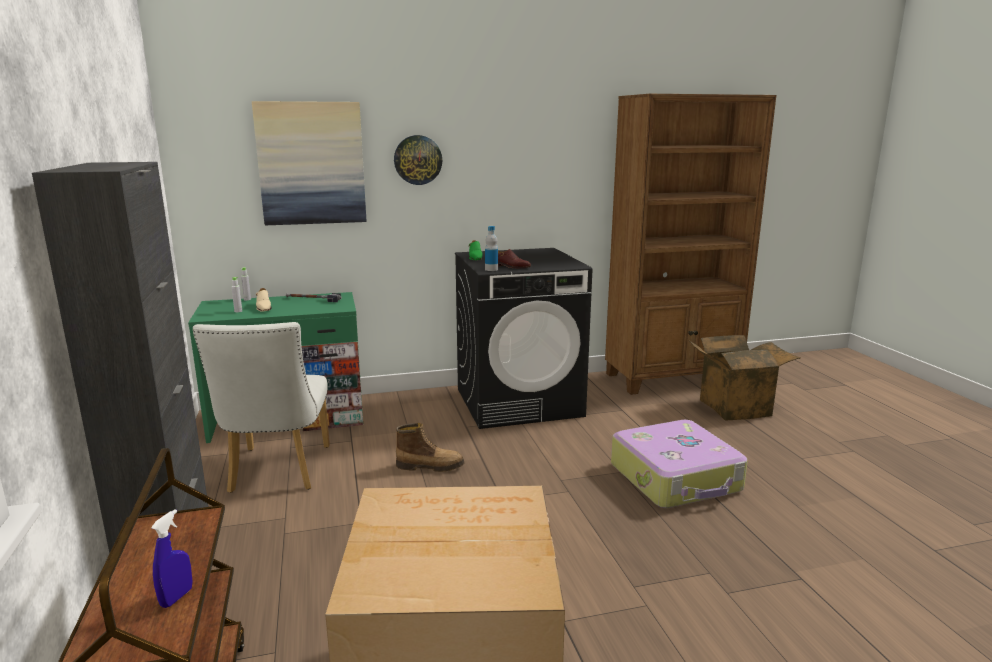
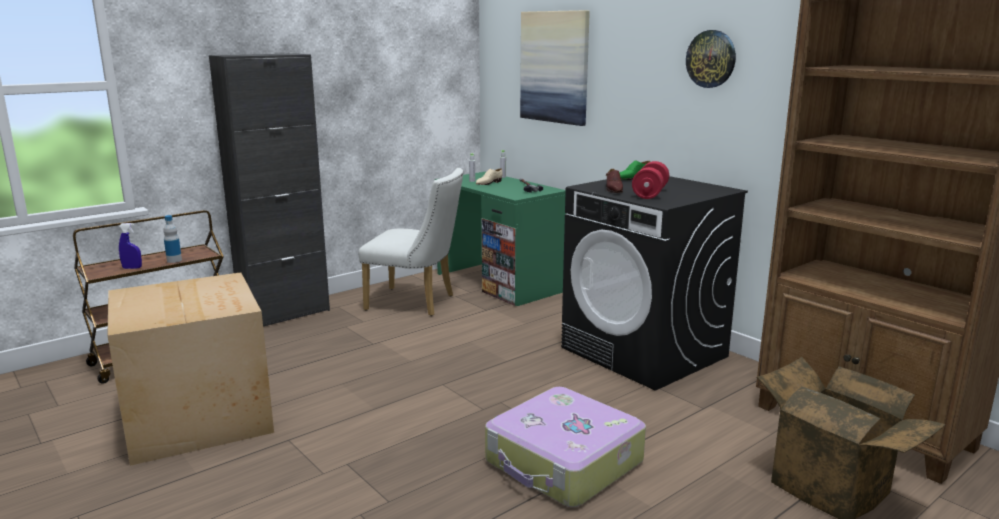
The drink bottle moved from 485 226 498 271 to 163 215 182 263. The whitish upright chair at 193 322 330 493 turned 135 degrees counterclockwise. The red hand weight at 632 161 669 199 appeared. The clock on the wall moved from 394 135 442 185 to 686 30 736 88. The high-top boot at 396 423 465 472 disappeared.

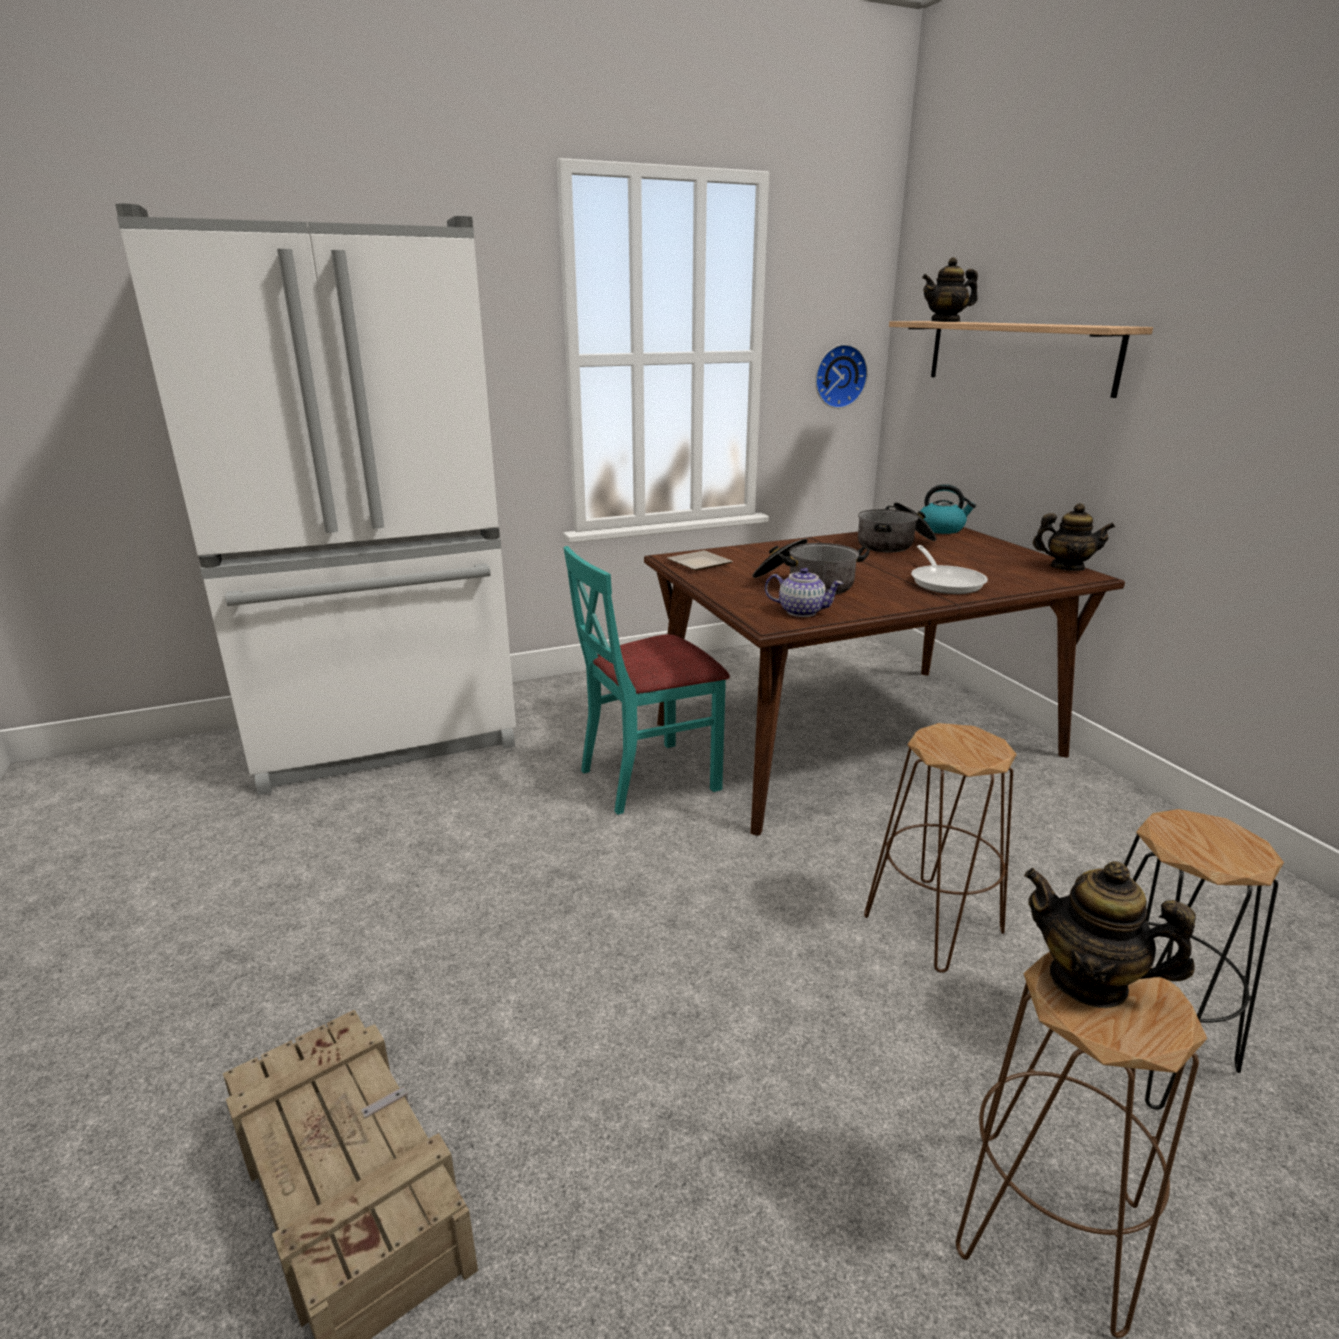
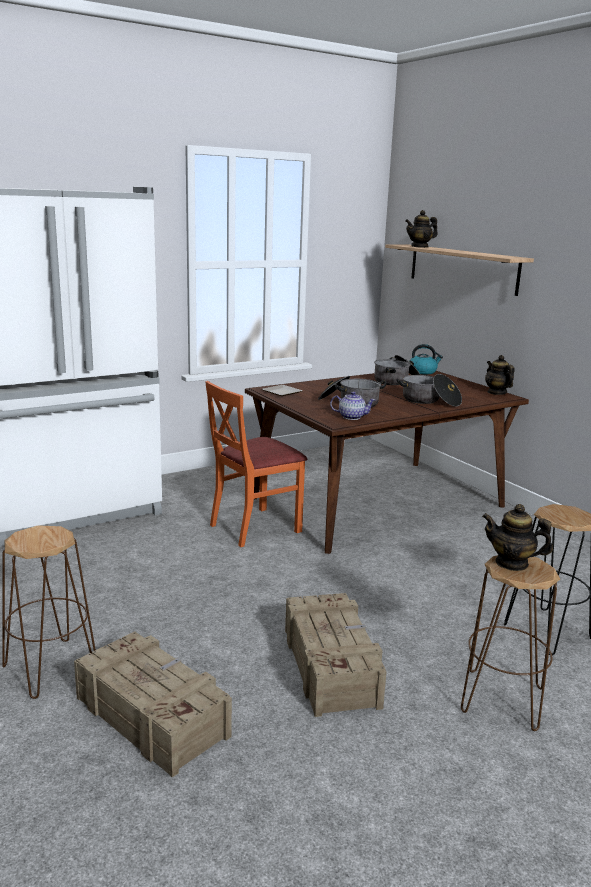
The brown-coloured sitting stool moved from 864 723 1017 973 to 2 525 96 699. The turquoise upright chair at 563 546 730 815 became the orange upright chair at 205 381 308 547. The crate at 285 593 386 717 appeared. The frying pan at 911 545 988 594 was replaced by the cooking pot at 397 374 462 407. The pot for tea at 1033 503 1115 571 turned 120 degrees counterclockwise. The clock on the wall at 815 344 868 409 disappeared.

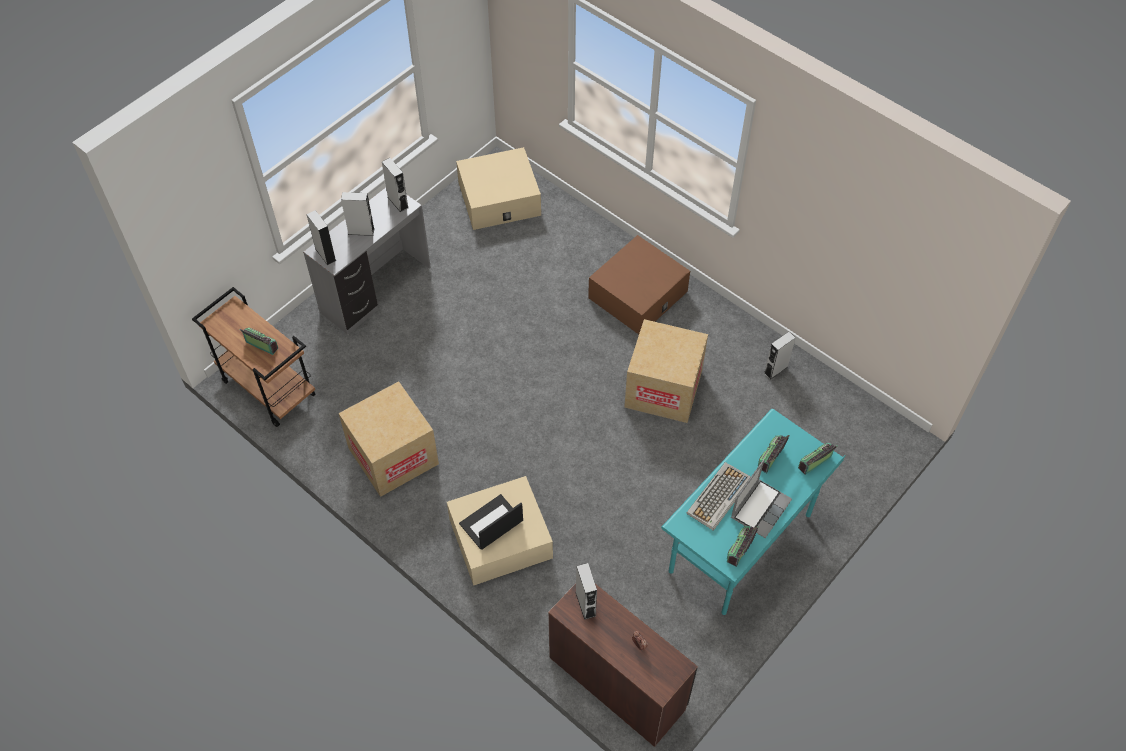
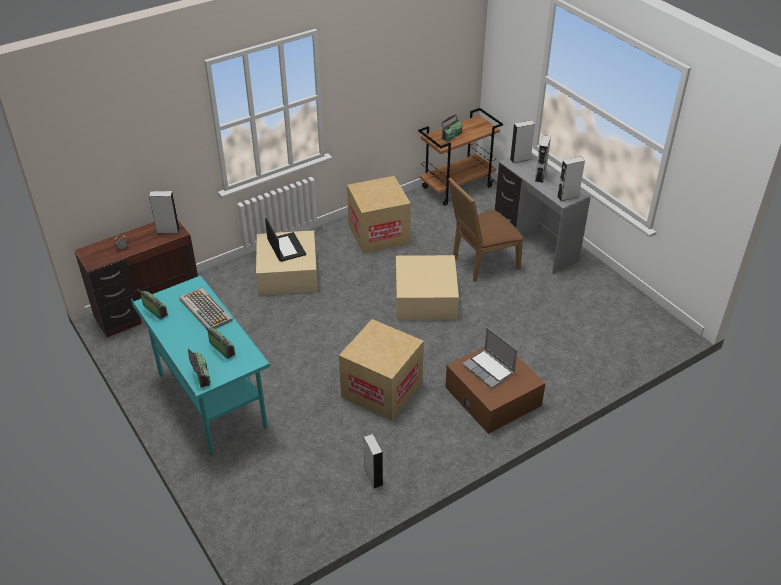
The beige-coloured storage box moved from 456 147 541 230 to 396 255 459 320. The brown-coloured upright chair at 448 178 523 282 appeared. The notebook computer moved from 731 460 792 538 to 462 327 517 389.

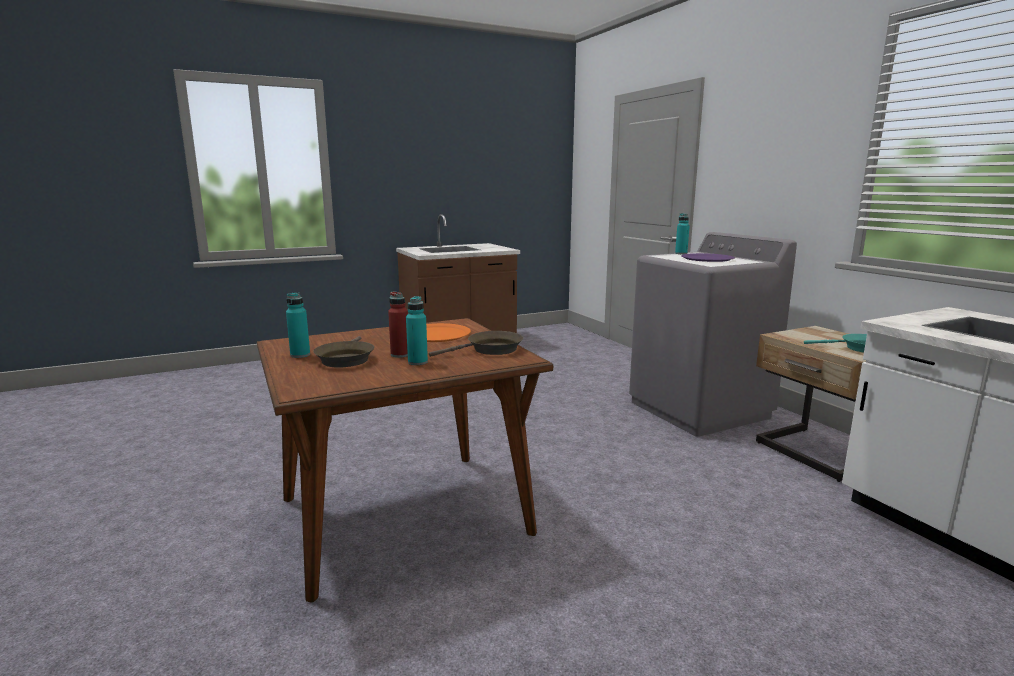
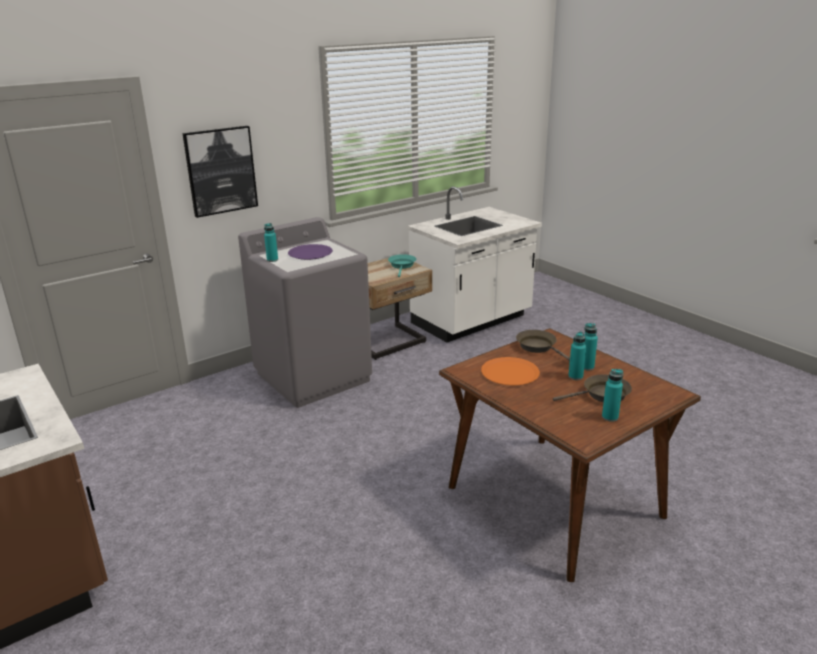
The wall picture at 182 126 258 218 appeared. The red drink bottle at 388 292 408 358 became the turquoise drink bottle at 568 332 586 380.

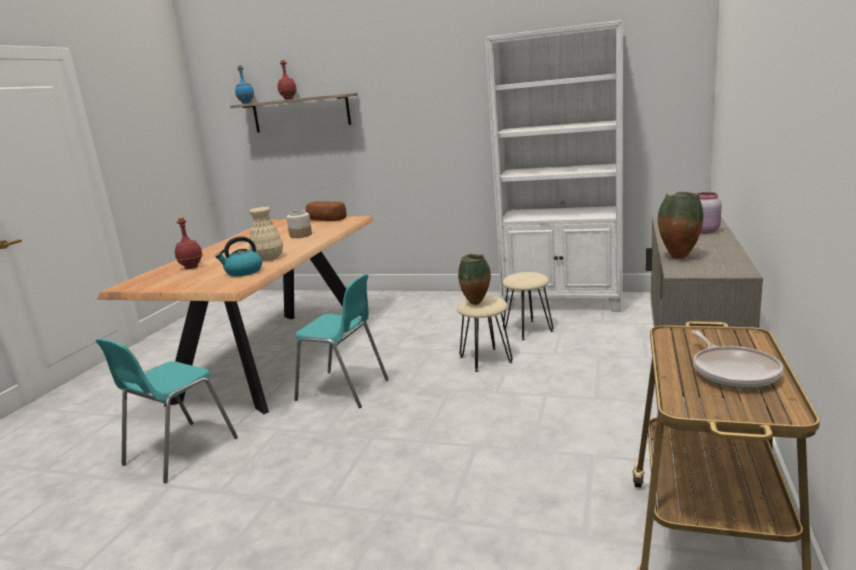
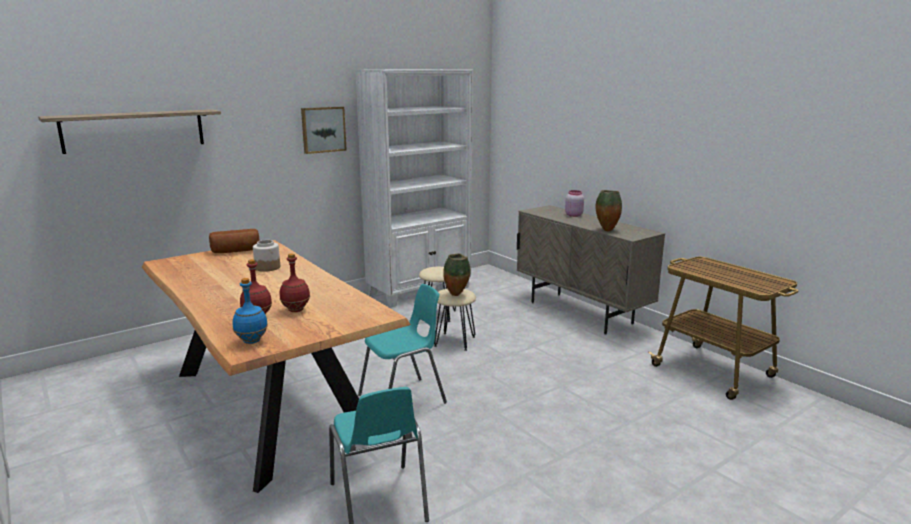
The bluish drink bottle moved from 235 65 254 104 to 232 278 268 344. The red drink bottle moved from 278 60 297 100 to 280 253 310 312. The wall picture at 301 107 347 154 appeared. The kettle at 215 236 262 276 disappeared. The beige-coloured decorative vase at 249 207 283 261 disappeared. The frying pan at 692 330 783 388 disappeared.

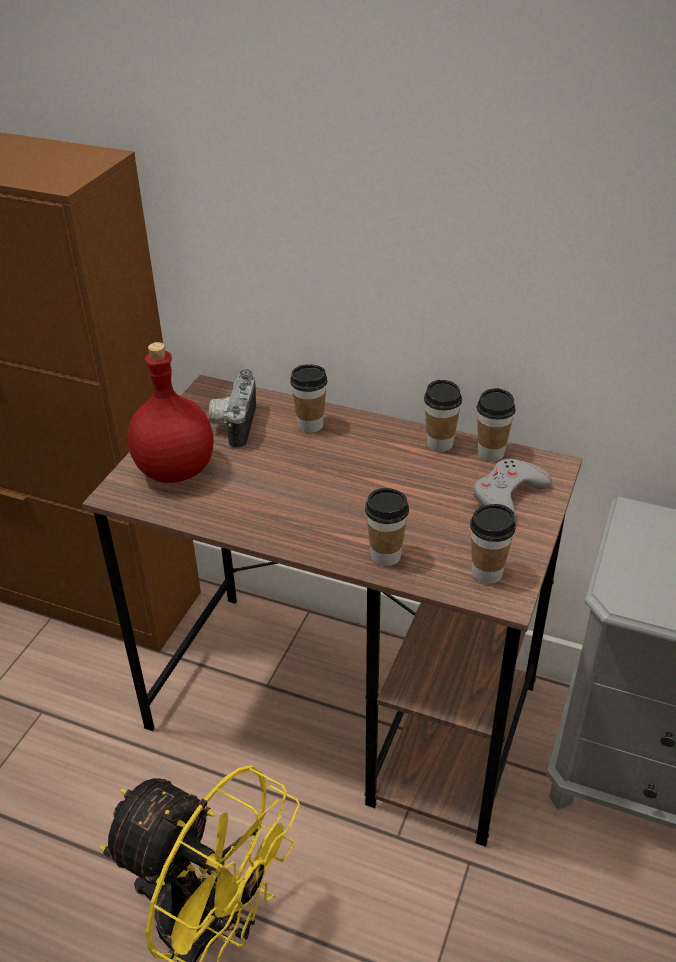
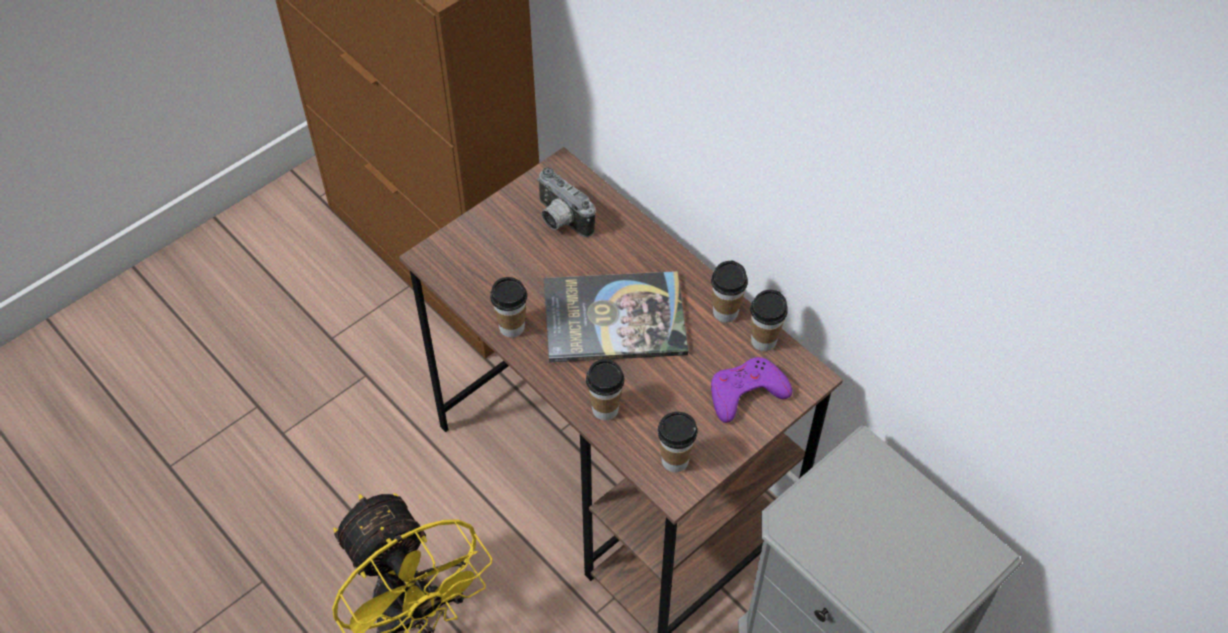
The cup moved from 290 364 327 433 to 490 277 527 338. The photo camera at 209 369 256 449 turned 75 degrees counterclockwise. The volume at 544 271 688 363 appeared. The gray game controller at 473 459 552 518 became the purple-coloured game controller at 711 357 792 423. The red drink bottle at 127 342 214 483 disappeared.

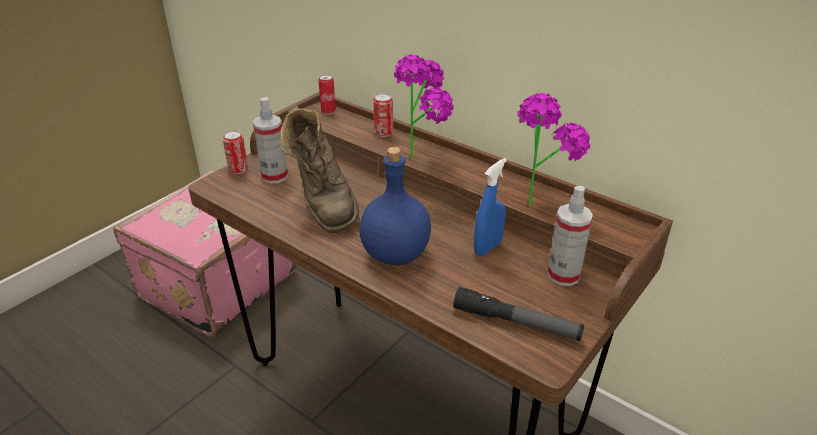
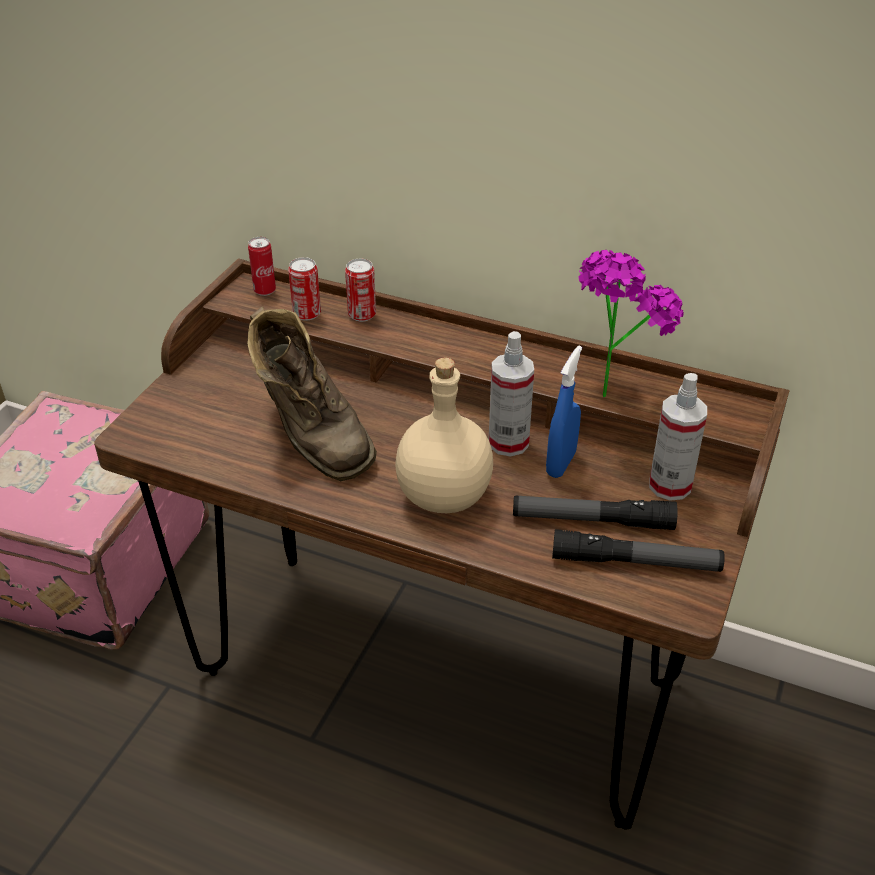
The can moved from 223 130 248 174 to 288 257 321 321. The bluish drink bottle at 359 147 431 265 became the beige-coloured drink bottle at 395 357 493 513. The hand sprayer moved from 253 97 288 184 to 489 331 534 457. The flashlight at 513 496 678 530 appeared. The potted plant at 394 55 454 159 disappeared.

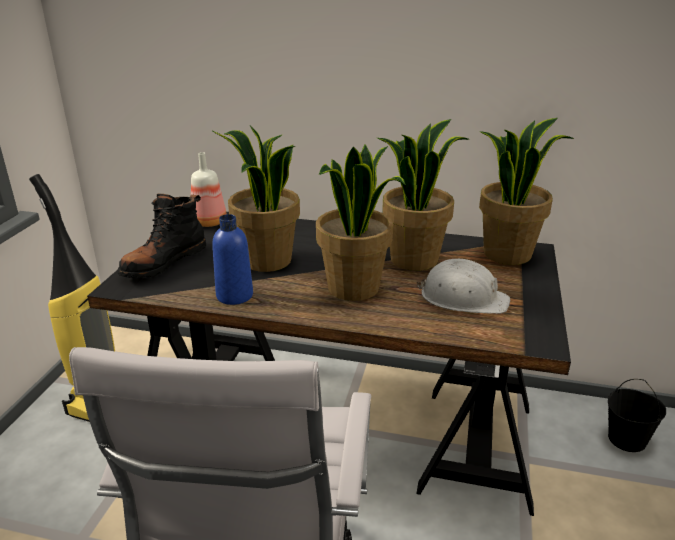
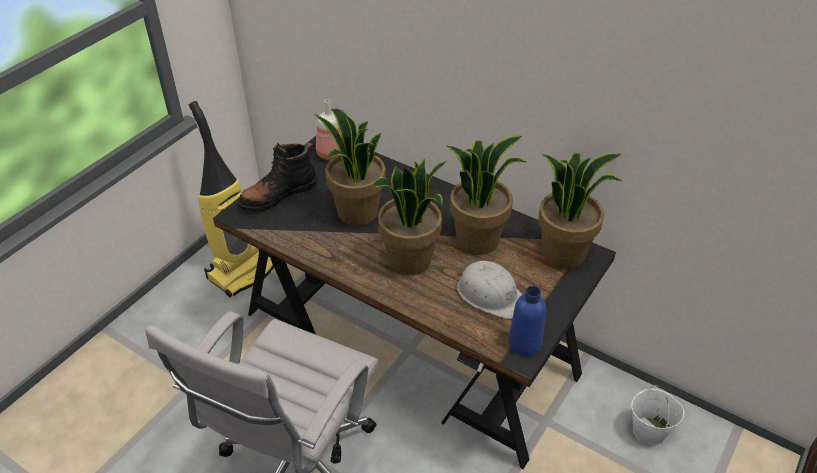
The bluish drink bottle moved from 212 214 253 305 to 508 286 546 356. The black-coloured pail at 608 379 666 452 became the whitish pail at 631 385 684 446.

